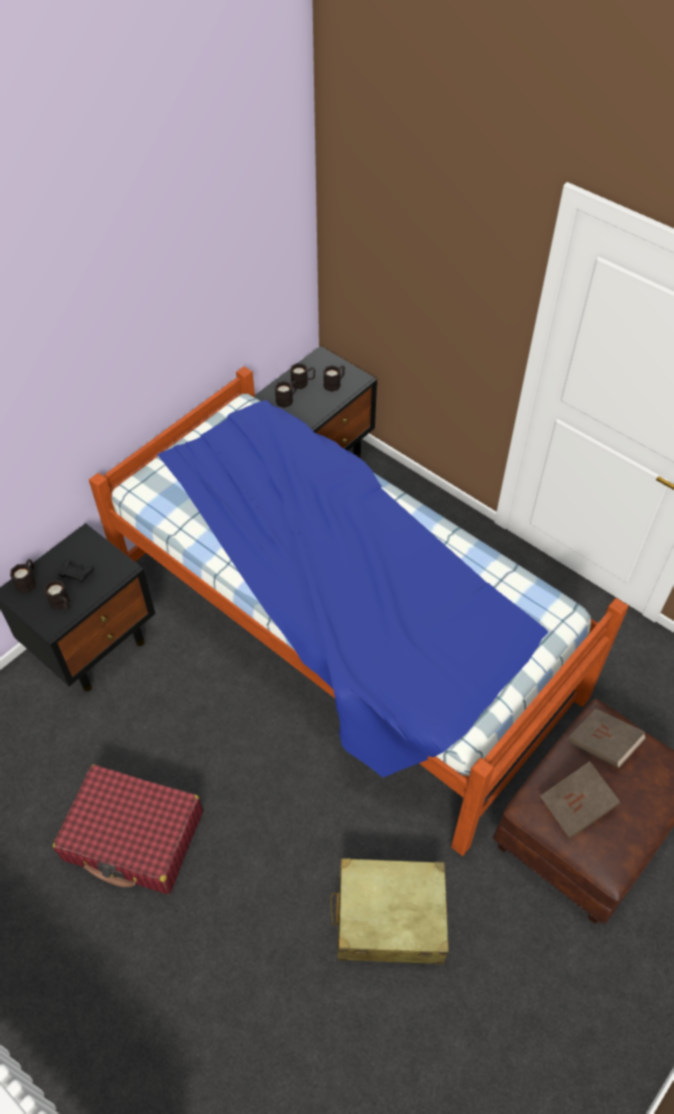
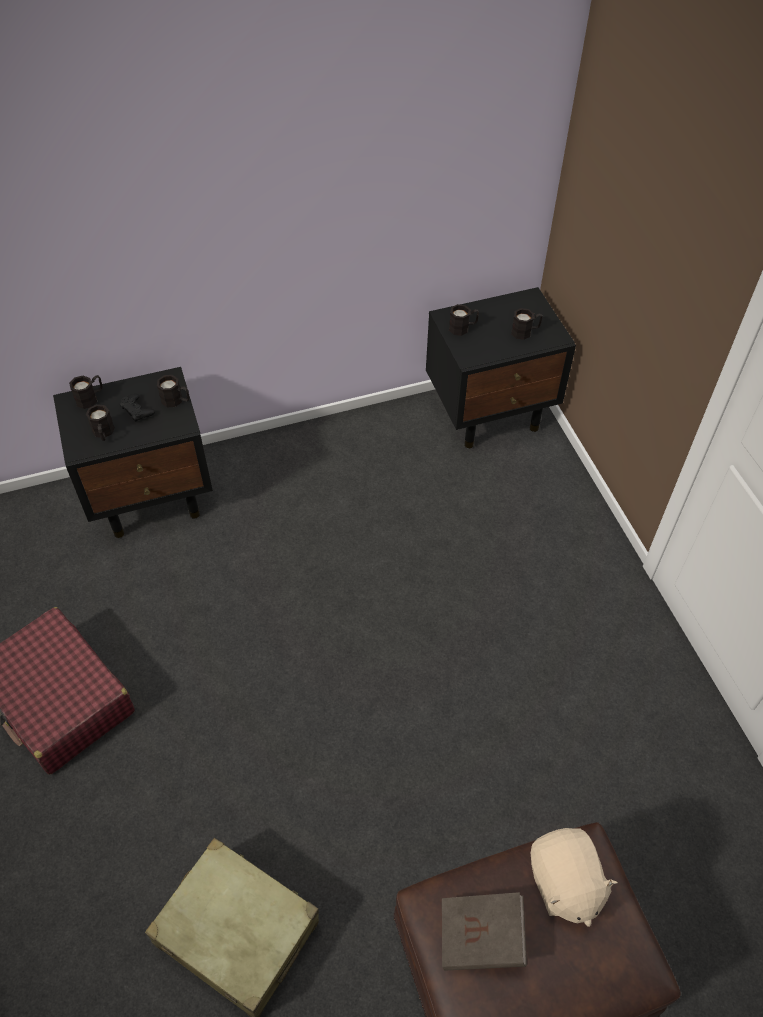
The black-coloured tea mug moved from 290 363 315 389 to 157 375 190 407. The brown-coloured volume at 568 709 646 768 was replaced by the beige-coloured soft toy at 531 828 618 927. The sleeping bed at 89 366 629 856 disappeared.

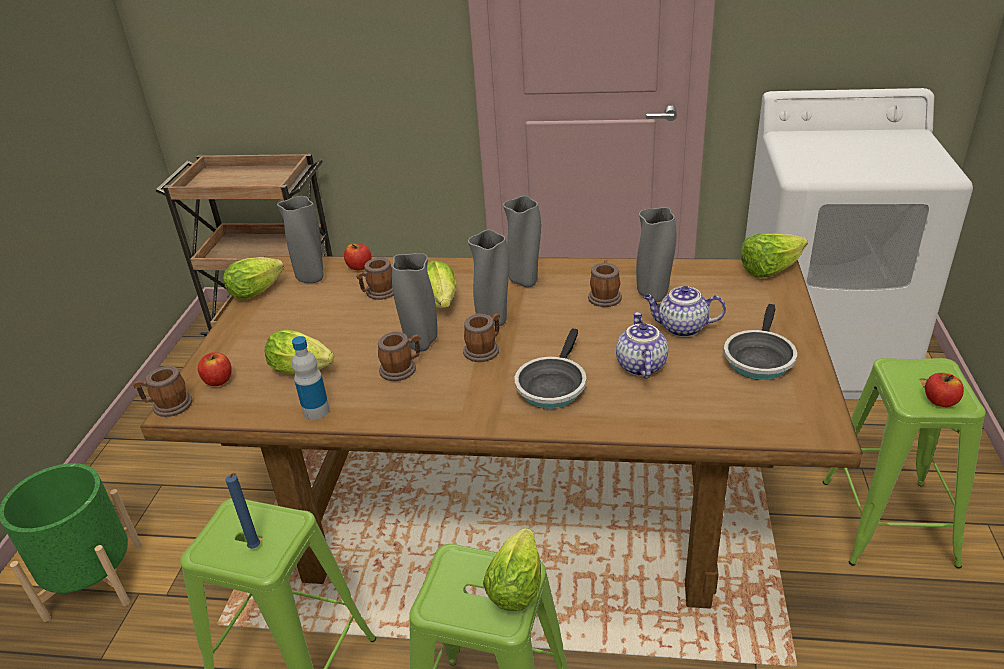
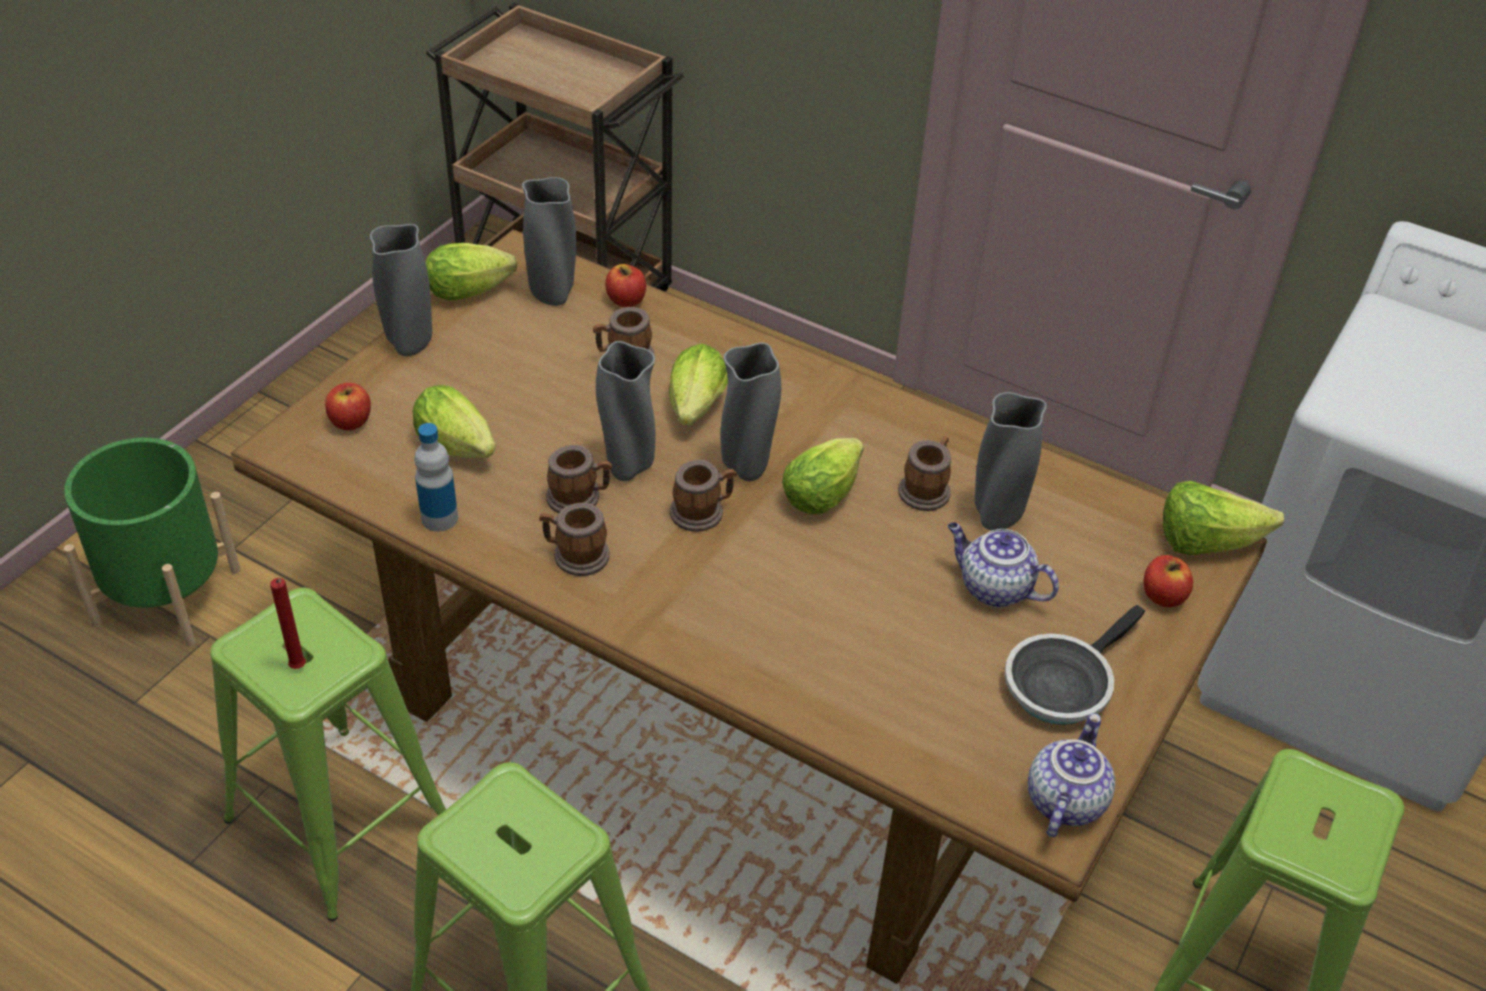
The bluish wax candle at 225 473 260 549 became the red wax candle at 270 578 306 669. The gray decorative vase moved from 503 196 541 287 to 370 224 432 356. The tea mug moved from 133 366 193 417 to 539 503 610 576. The lettuce head moved from 483 528 541 611 to 782 438 864 514. The pot for tea moved from 616 312 668 378 to 1028 713 1115 837. The whole apple moved from 925 373 964 407 to 1144 555 1193 607. The frying pan at 515 328 586 409 disappeared.

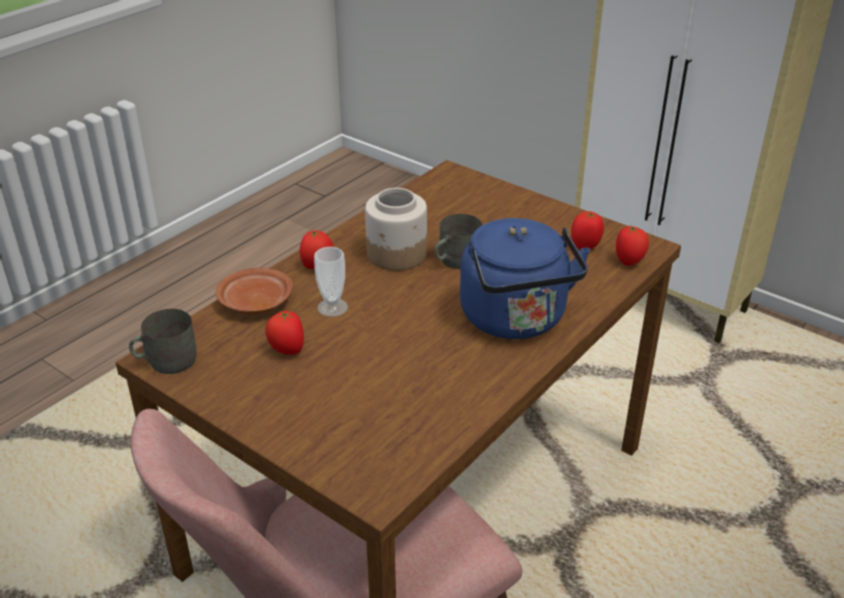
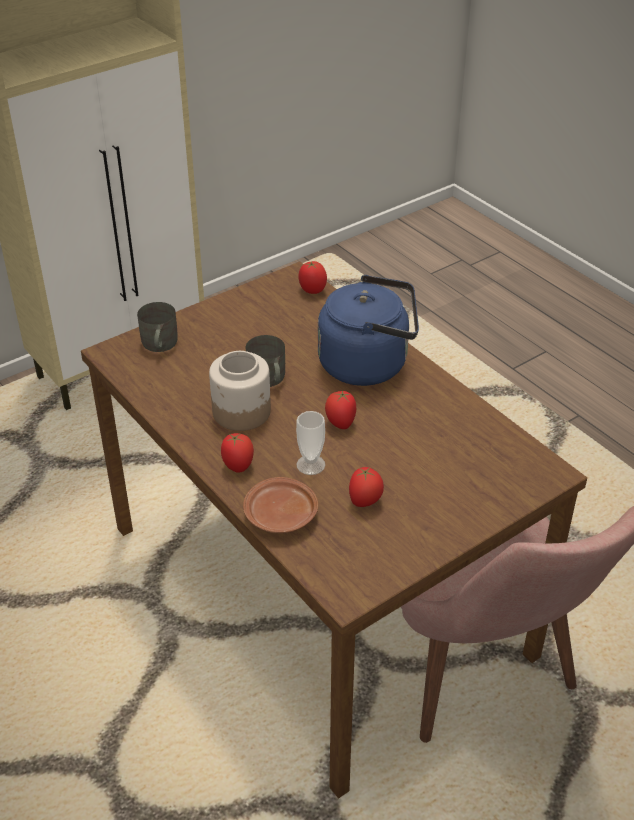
The gray tea mug moved from 129 309 197 374 to 137 302 178 352. The fresh tomato moved from 571 211 604 249 to 325 390 356 429.

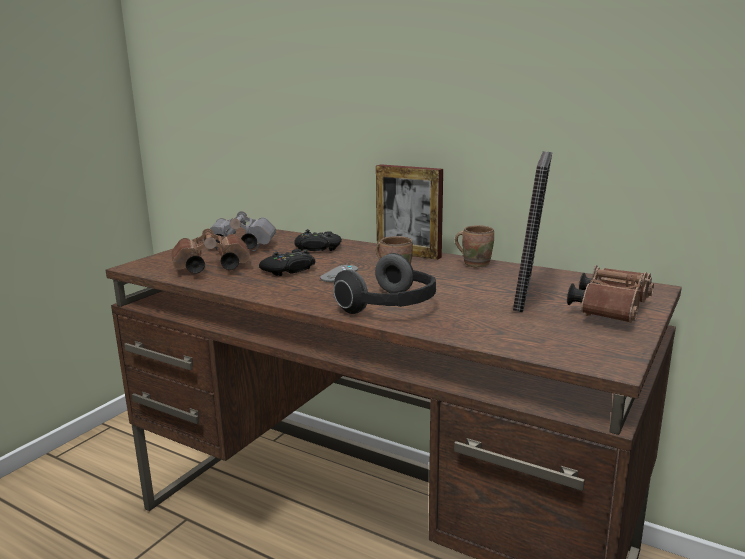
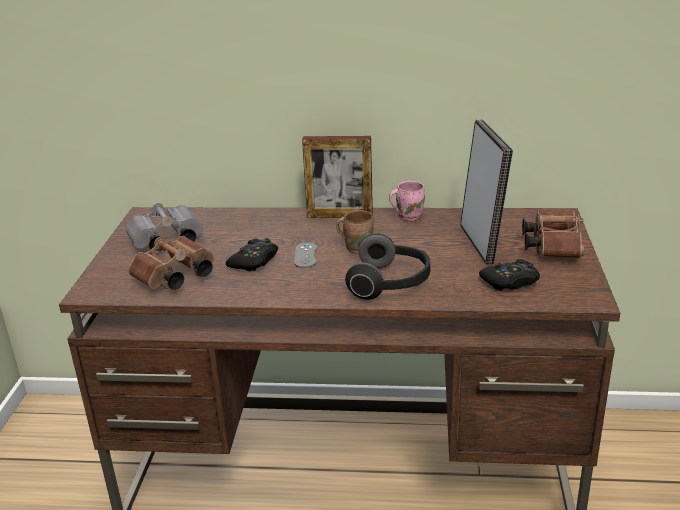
The brown-coloured tea mug at 455 225 494 268 became the pink tea mug at 389 181 425 221. The black-coloured game controller moved from 294 229 342 251 to 479 259 540 291.

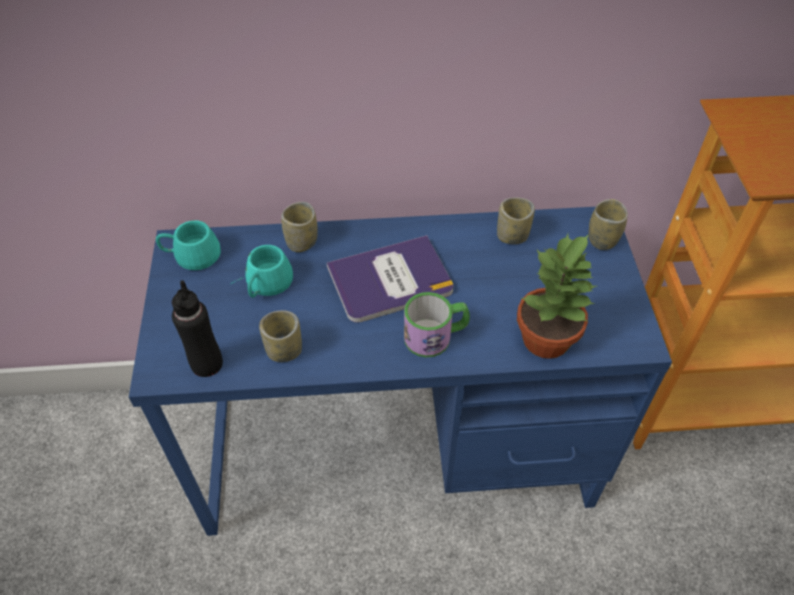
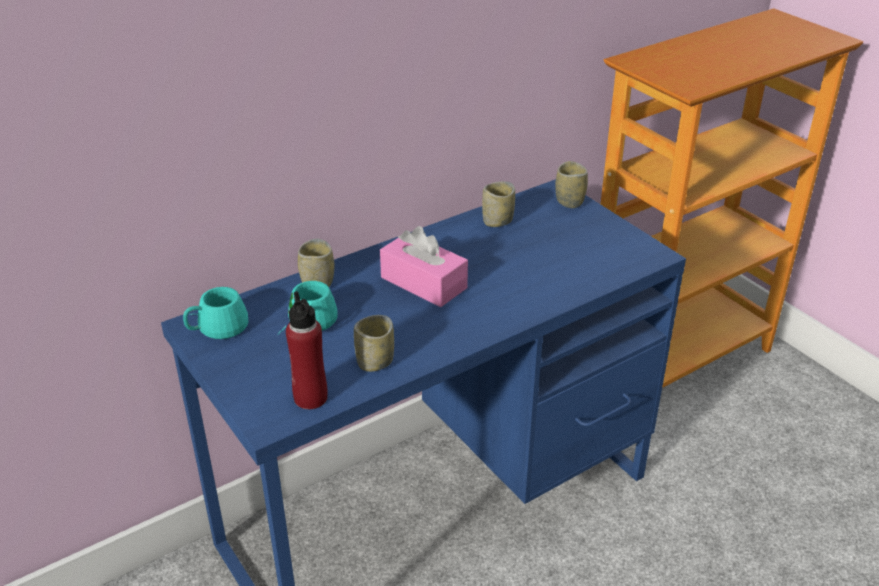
The black-coloured drink bottle at 172 280 223 377 became the red drink bottle at 286 291 328 409. The volume at 327 235 453 323 was replaced by the pink tissue holder at 380 226 468 307. The tea mug at 404 292 470 357 disappeared. The potted plant at 517 234 597 359 disappeared.

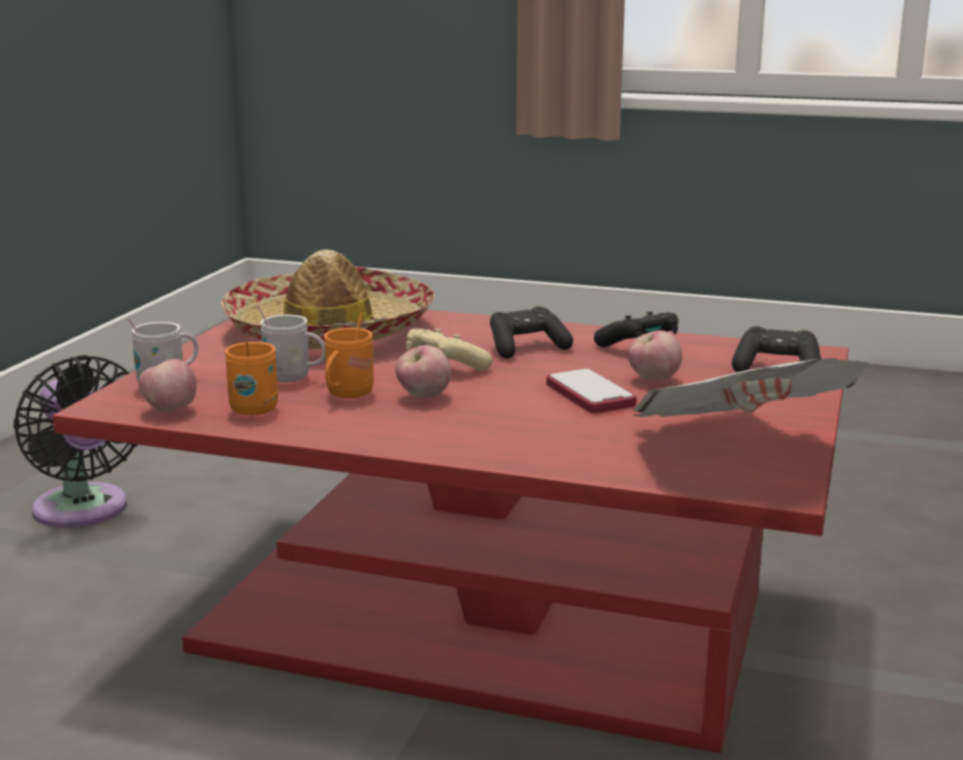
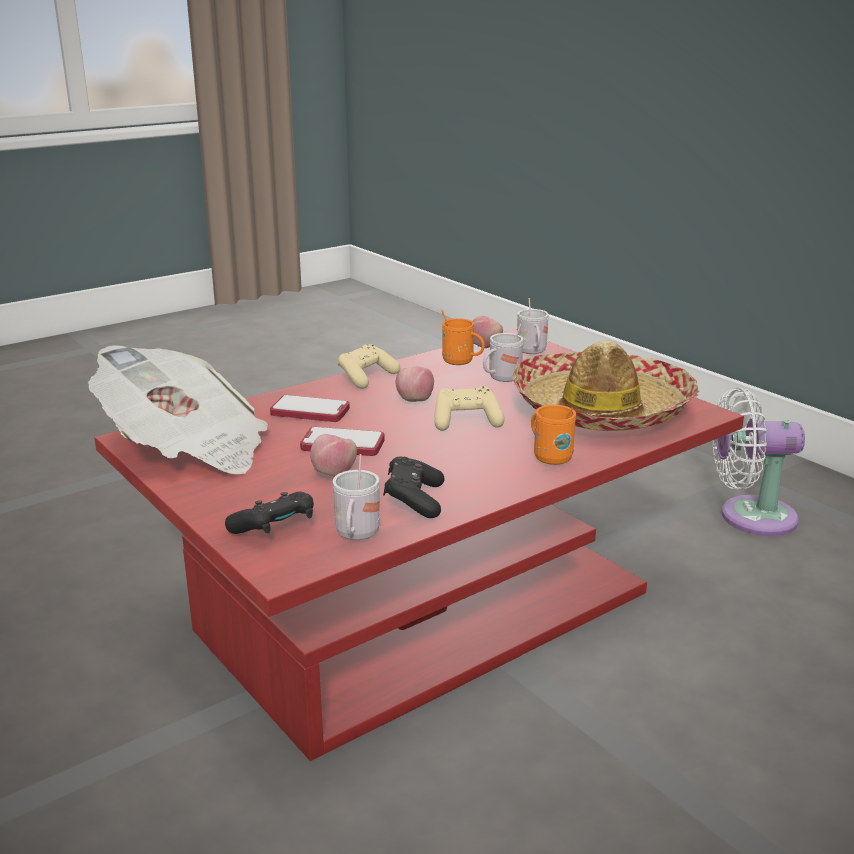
The telephone at 270 395 350 422 appeared. The whitish tea mug at 333 454 380 540 appeared. The beige-coloured game controller at 338 344 400 389 appeared. The orange tea mug moved from 324 311 374 398 to 531 405 576 465. The black-coloured fan at 14 355 138 528 became the whitish fan at 712 388 805 536. The black-coloured game controller at 490 306 573 359 disappeared.

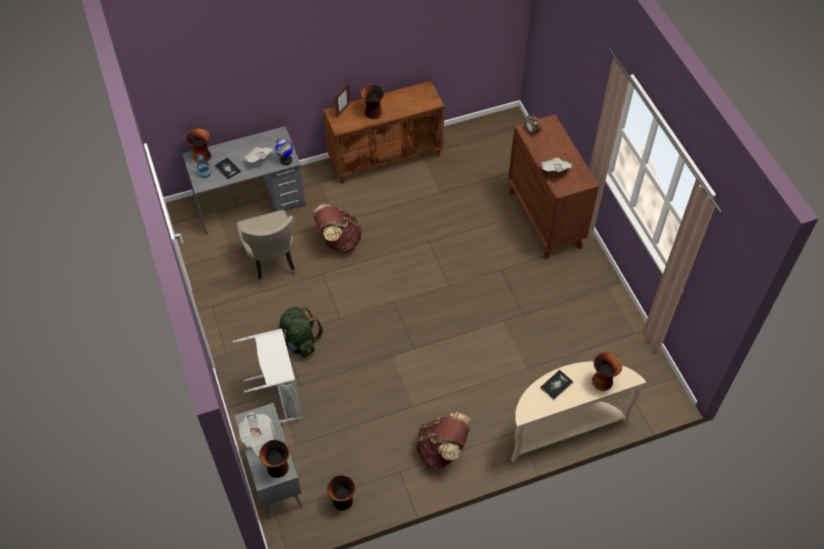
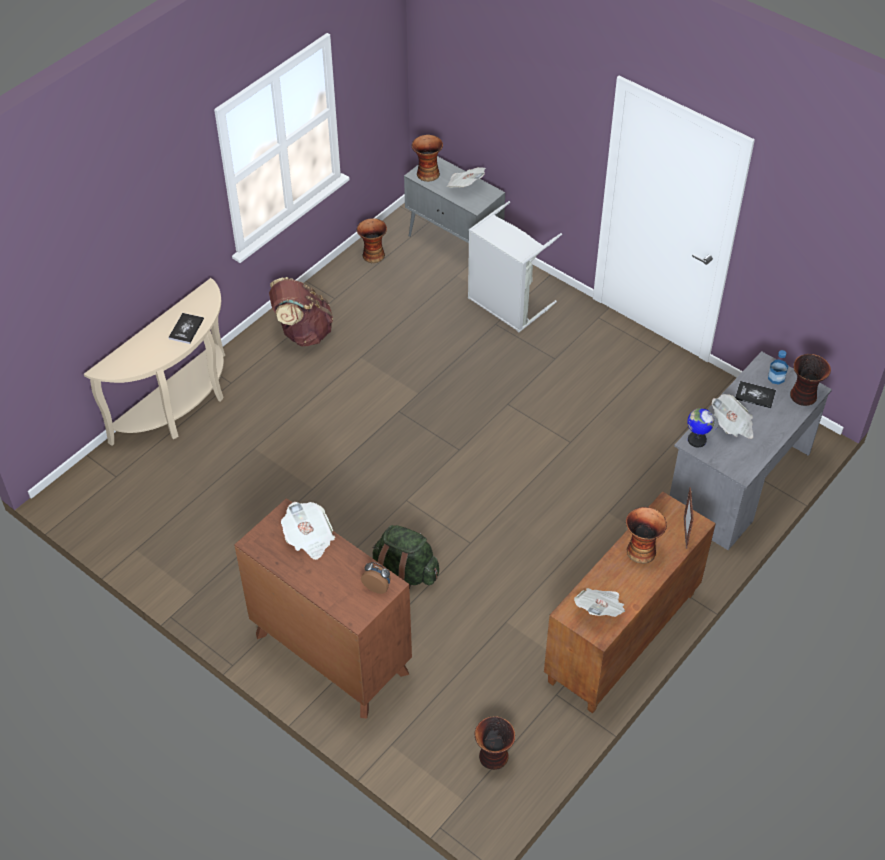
The greenish backpack moved from 279 307 323 358 to 372 525 439 589. The decorative vase moved from 592 352 622 391 to 475 716 515 770. The newspaper at 574 588 625 617 appeared. The beige-coloured upright chair at 236 210 296 285 disappeared. The brown-coloured backpack at 313 204 362 253 disappeared.

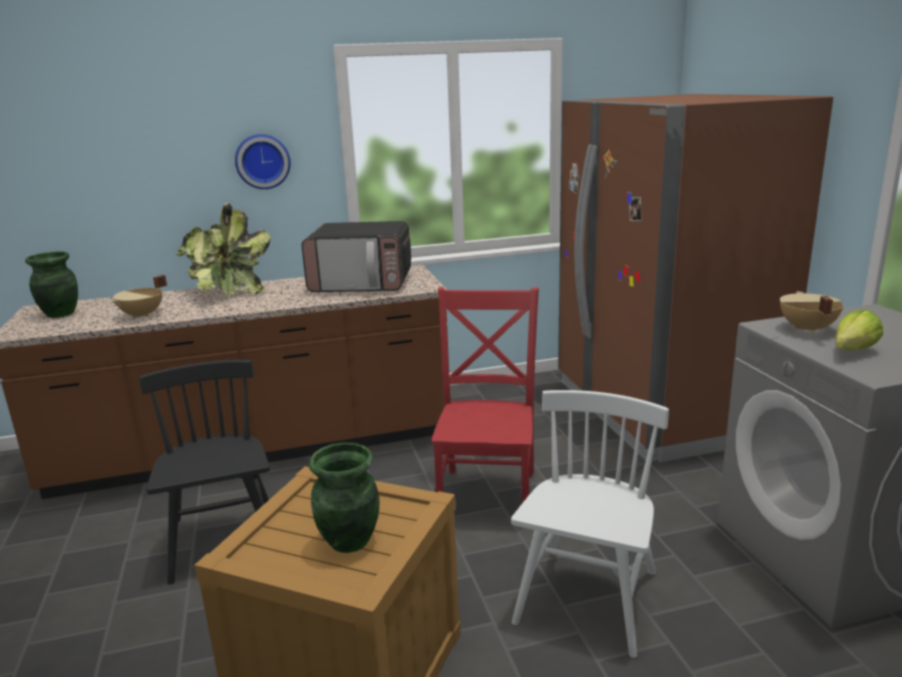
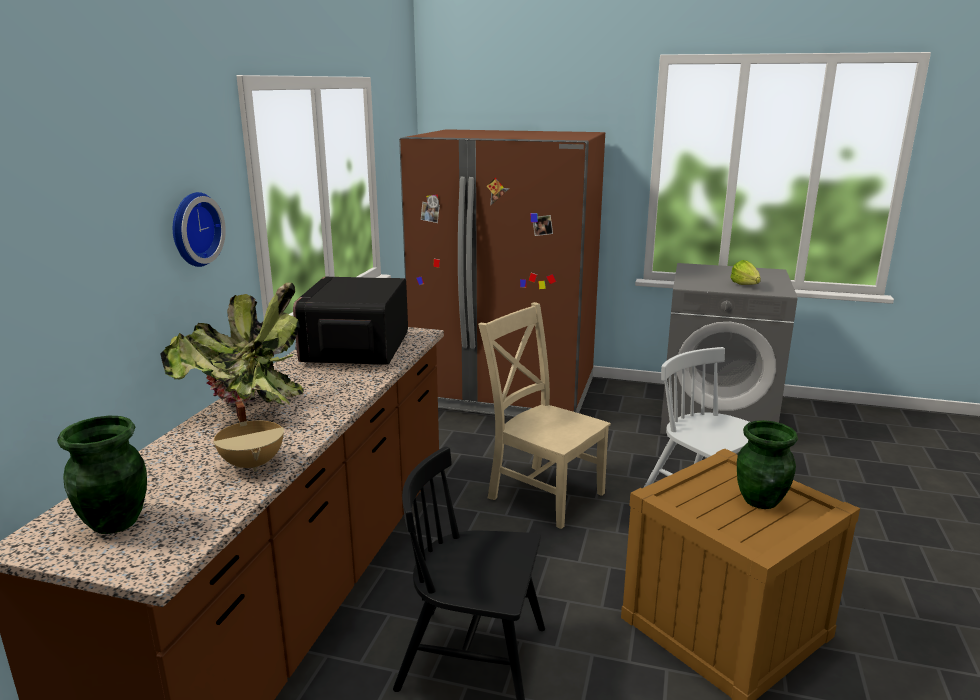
The microwave oven at 302 221 411 292 turned 150 degrees clockwise. The red upright chair at 431 287 539 503 became the beige-coloured upright chair at 478 302 611 529. The beige-coloured cooking pot at 780 291 844 334 disappeared.

